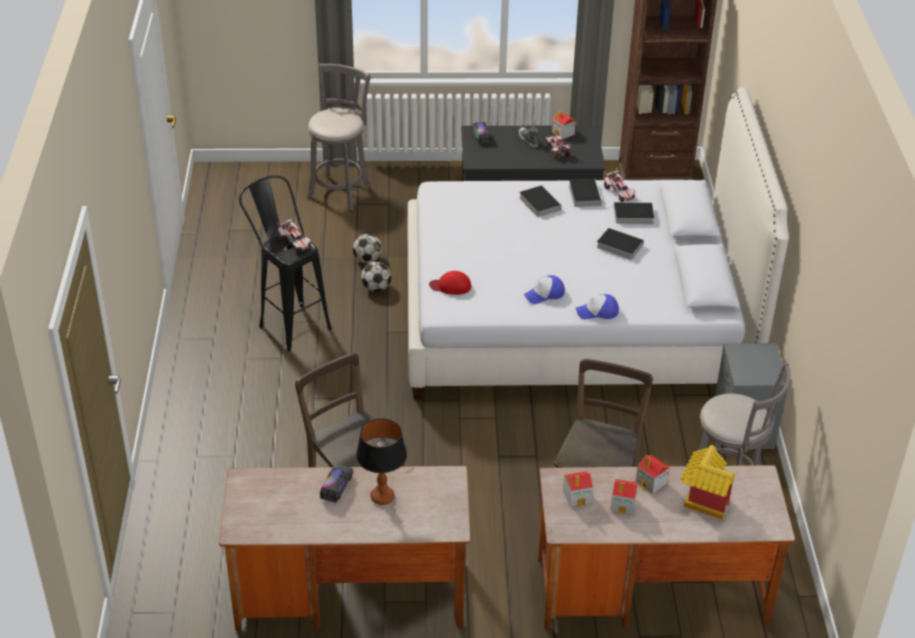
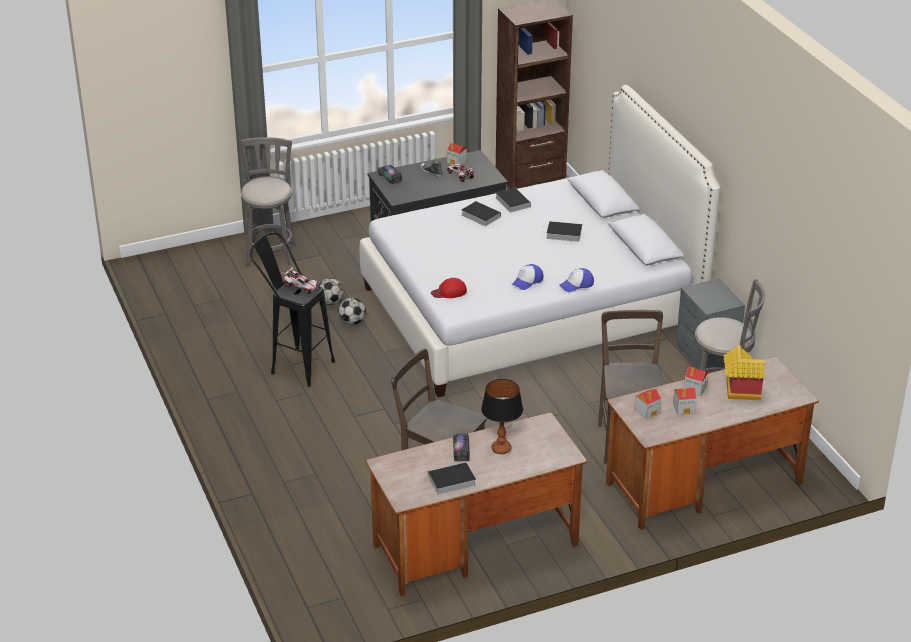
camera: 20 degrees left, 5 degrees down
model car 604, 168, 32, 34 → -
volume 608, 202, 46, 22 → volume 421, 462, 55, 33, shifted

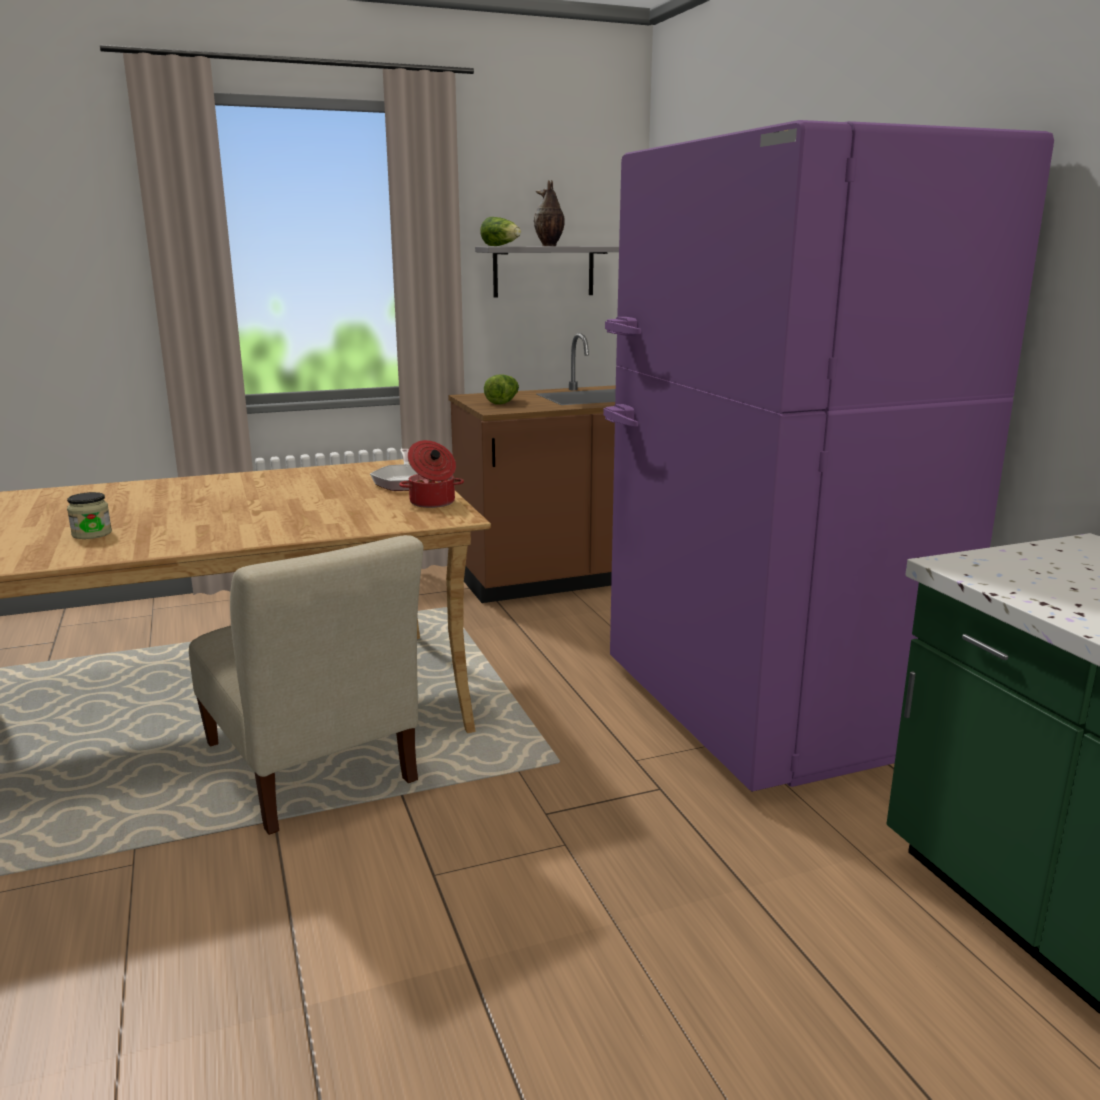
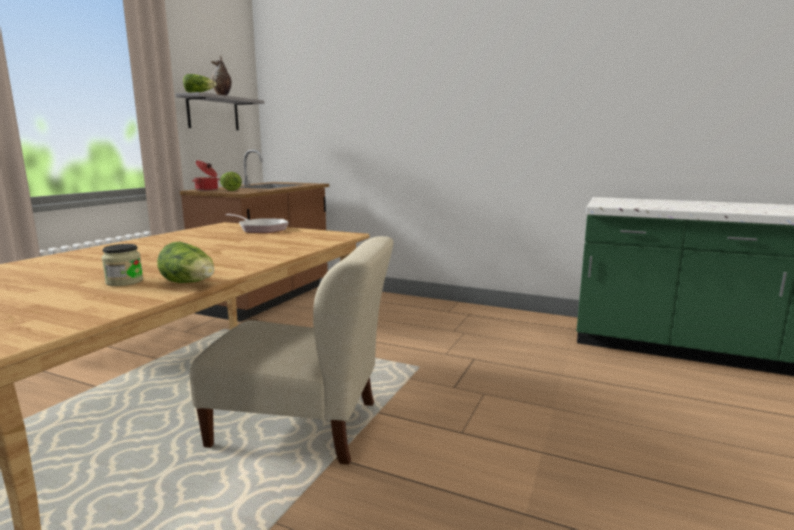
camera: 45 degrees left, 5 degrees down
cooking pot 399, 440, 65, 68 → cooking pot 192, 160, 28, 31, shifted
purple kitchen fridge 603, 120, 451, 672 → -
- → head of lettuce 157, 241, 57, 42

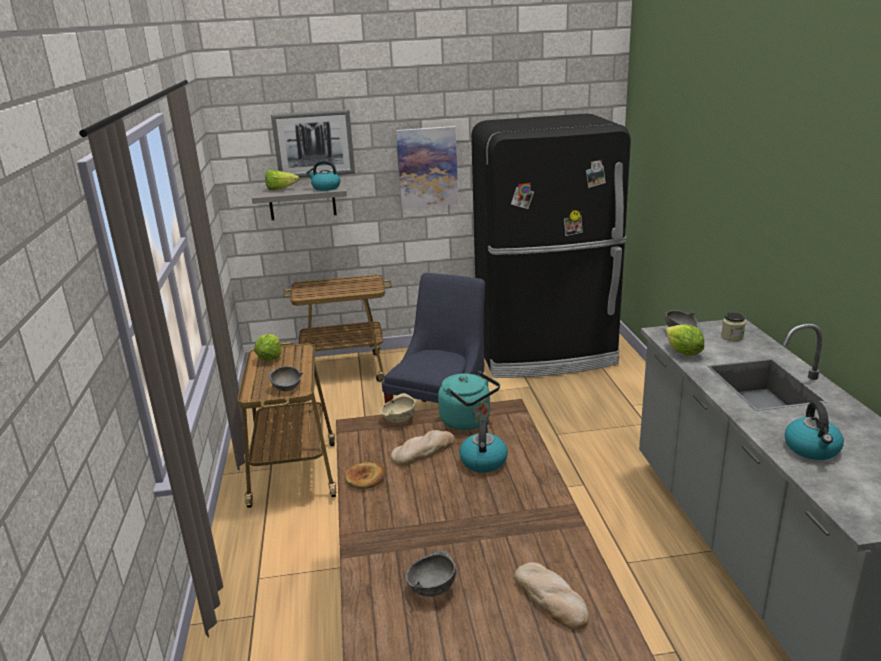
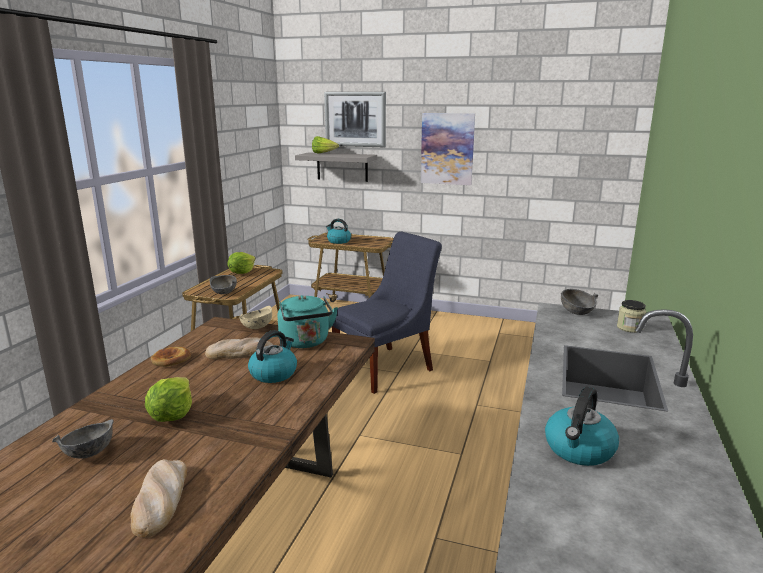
camera: 25 degrees right, 5 degrees down
water kettle 306, 160, 34, 31 → water kettle 326, 219, 25, 25, shifted
black kitchen fridge 471, 113, 160, 265 → -
head of lettuce 666, 324, 38, 32 → head of lettuce 145, 377, 47, 45, shifted

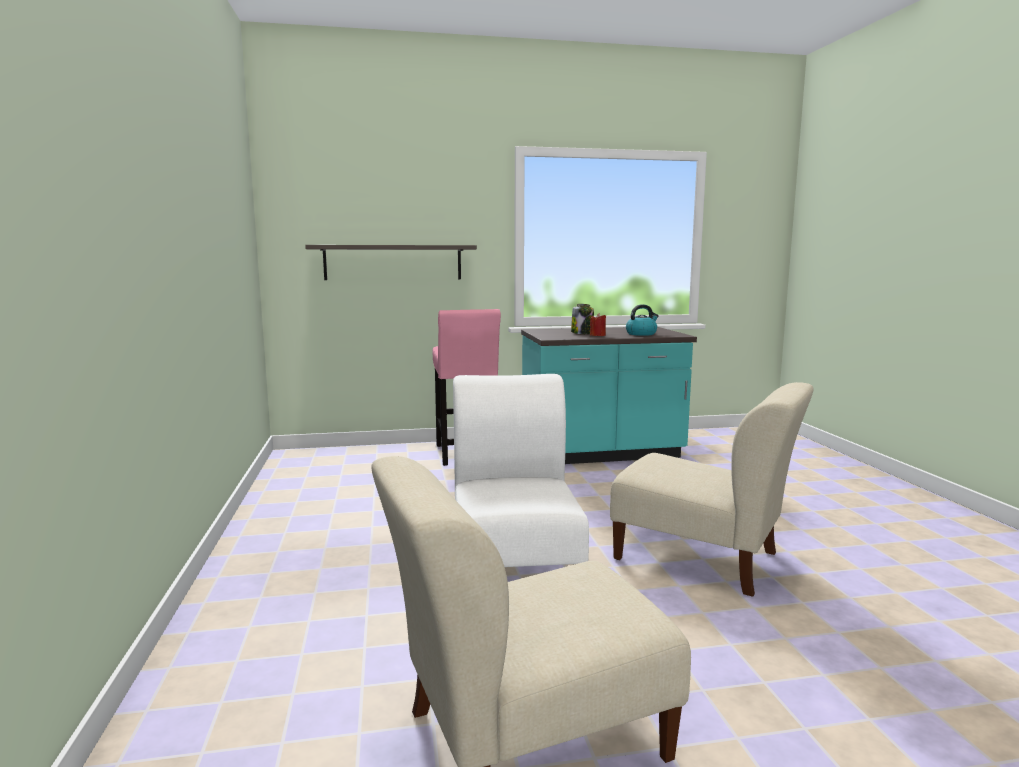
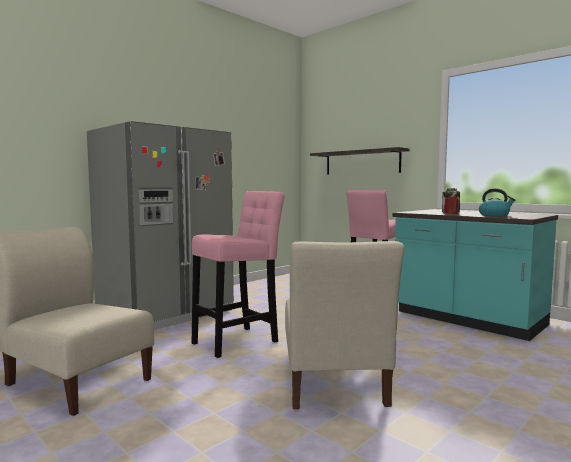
camera: 55 degrees right, 5 degrees down
white-coloured chair 453, 374, 136, 193 → pink stool seat 192, 191, 93, 167
- → greyish kitchen fridge 87, 121, 147, 209

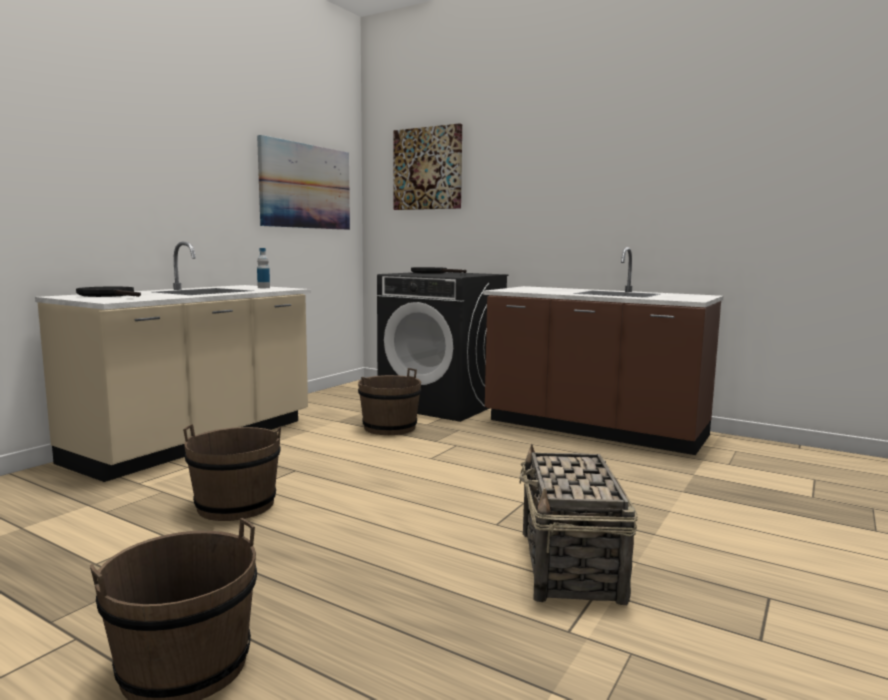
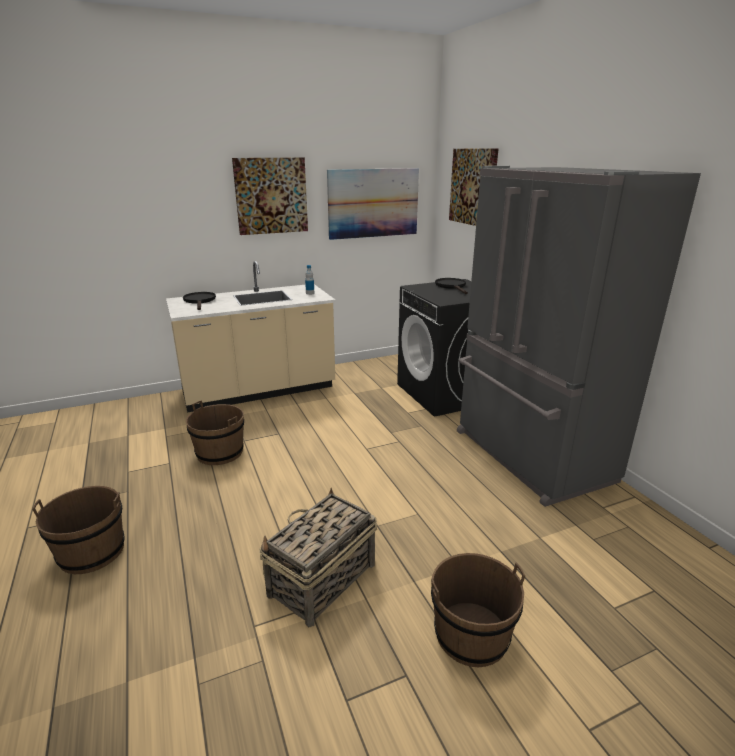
camera: 35 degrees right, 15 degrees up
brown bucket 358, 368, 63, 67 → brown bucket 431, 553, 94, 114, shifted
brown counter 483, 247, 240, 208 → greyish kitchen fridge 457, 166, 244, 341
- → picture 232, 157, 76, 78

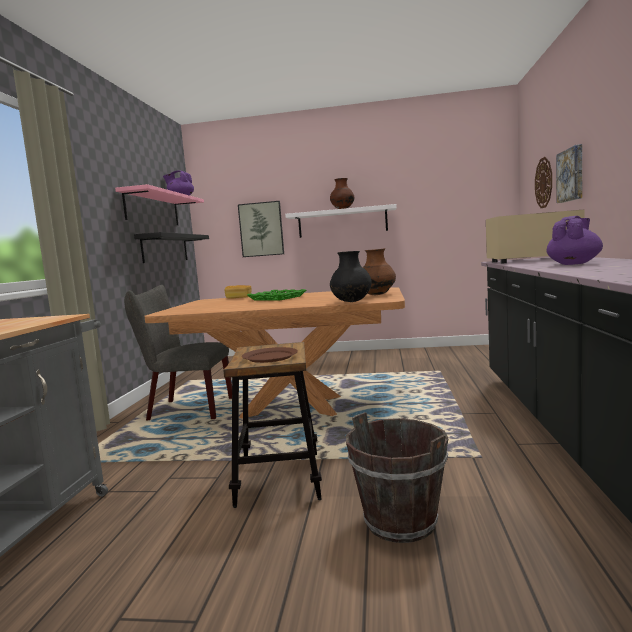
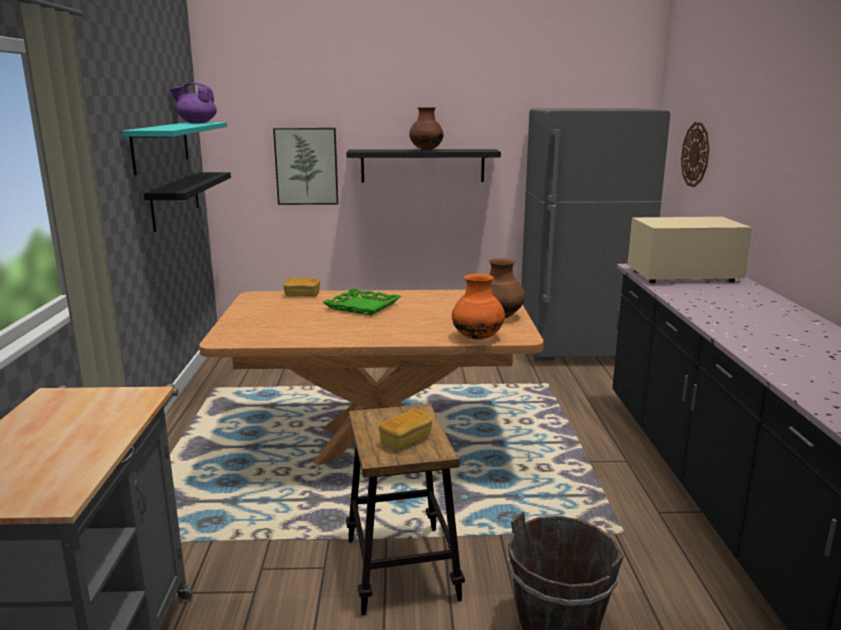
camera: 10 degrees left, 10 degrees up
pink wall shelf 115, 184, 89, 41 → turquoise-coloured wall shelf 122, 122, 105, 53
greyish chair 124, 285, 108, 136 → -
brown plate 242, 347, 56, 16 → baked bread 379, 409, 53, 41
white-coloured wall shelf 285, 204, 112, 34 → black wall shelf 346, 149, 155, 33
black flower vase 330, 251, 42, 51 → orange-coloured flower vase 452, 274, 53, 66
purple teapot 547, 216, 56, 49 → -
picture 556, 144, 26, 59 → -
- → greyish kitchen fridge 521, 108, 149, 253

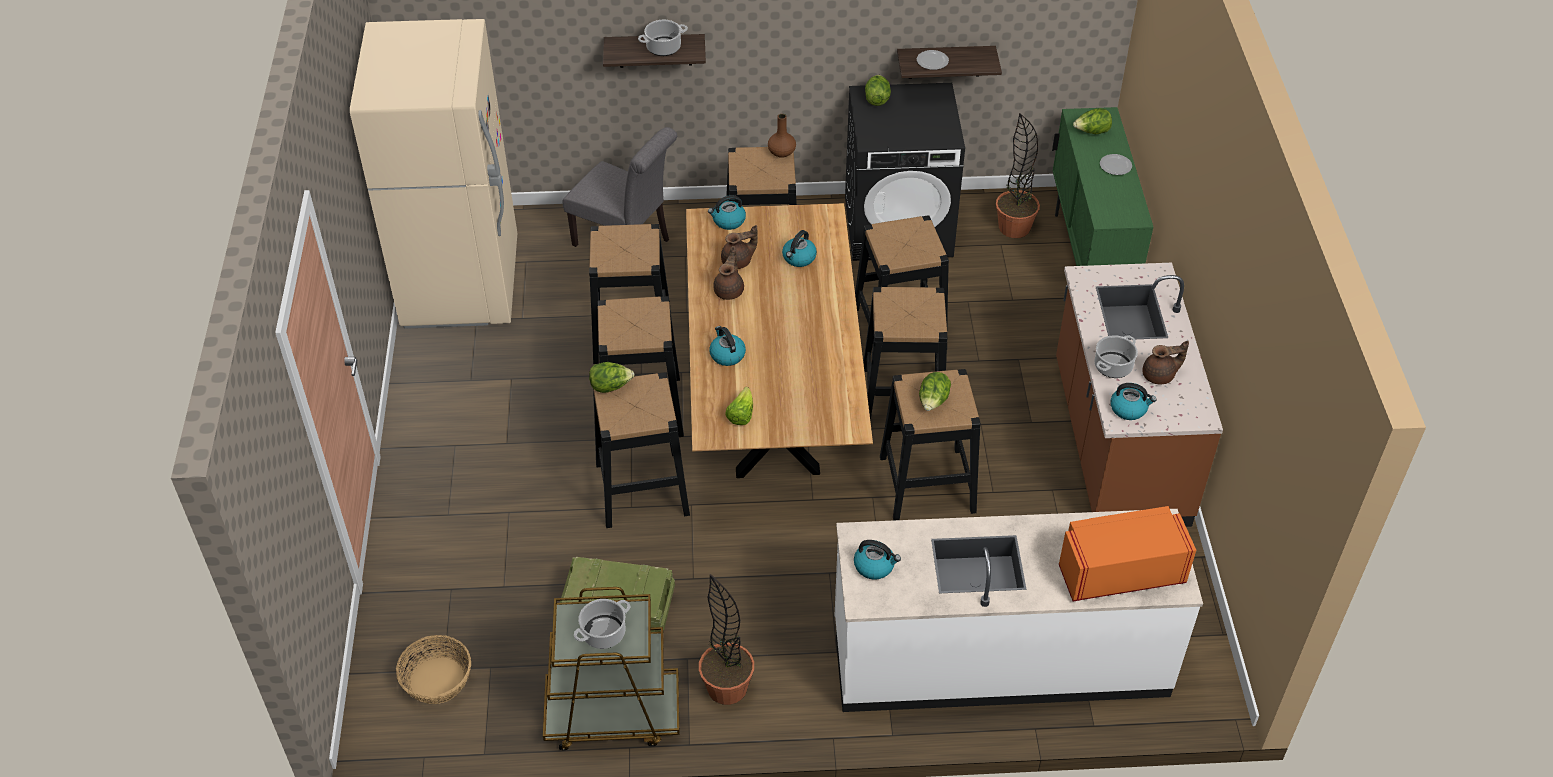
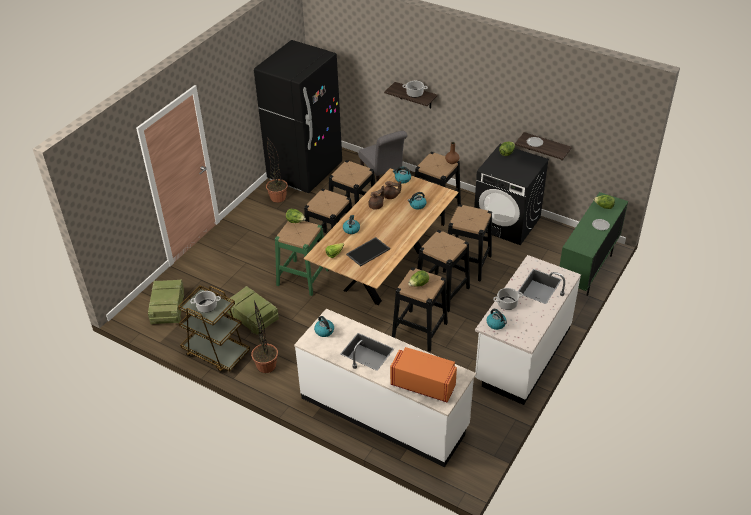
camera: 35 degrees right, 5 degrees down
beige-coloured kitchen fridge 350, 19, 167, 310 → black kitchen fridge 254, 40, 88, 153
household basket 396, 635, 75, 69 → shipping crate 148, 279, 36, 46
black stool seat 593, 372, 97, 156 → green-coloured stool seat 275, 221, 54, 75
houseplant 996, 113, 44, 125 → houseplant 266, 137, 22, 66, shifted
brown counter 1056, 263, 167, 264 → white-coloured counter 475, 255, 106, 150
brown teapot 1142, 341, 47, 43 → -
- → carrying tray 346, 237, 44, 29

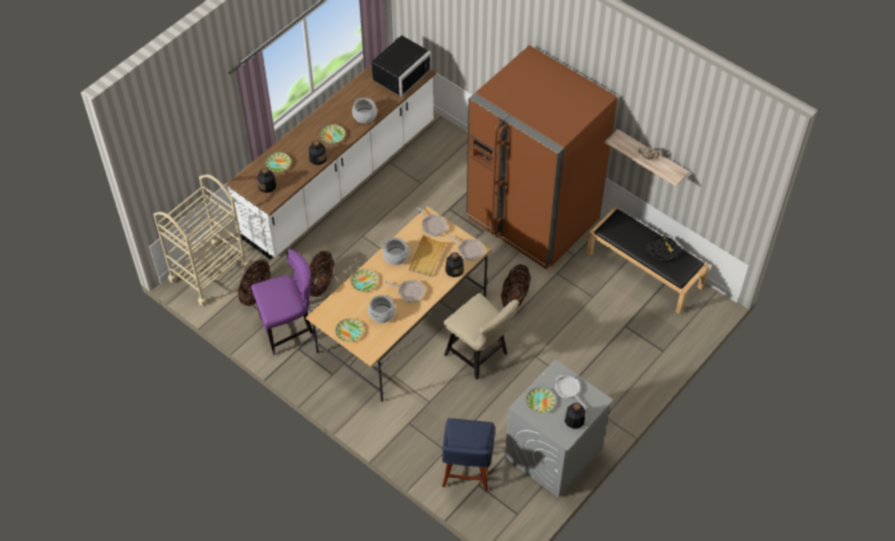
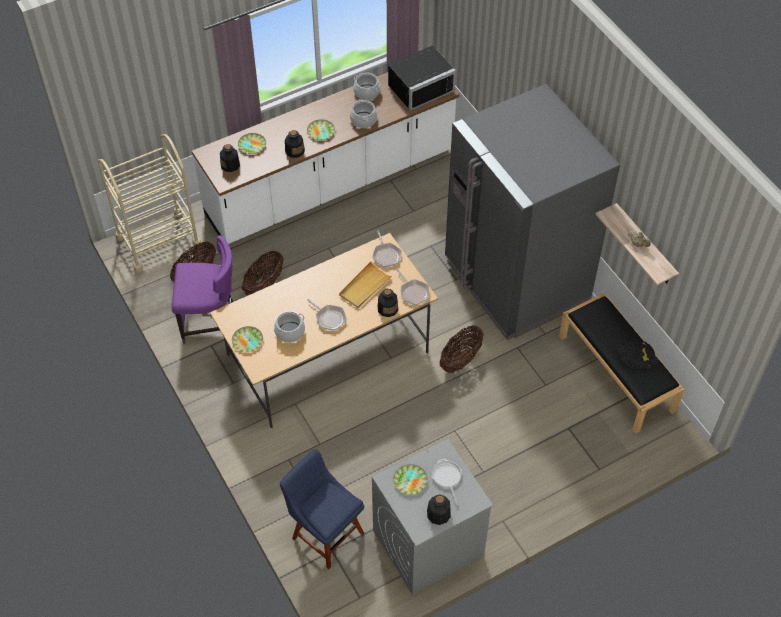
camera: 20 degrees right, 0 degrees up
plate 351, 269, 27, 23 → -
cooking pot 381, 238, 29, 27 → cooking pot 353, 73, 27, 27, shifted
blue chair 442, 418, 53, 74 → blue chair 280, 449, 84, 120, 105 degrees clockwise
beige-coloured chair 443, 293, 76, 86 → -
brown kitchen fridge 467, 45, 151, 225 → greyish kitchen fridge 445, 84, 175, 256

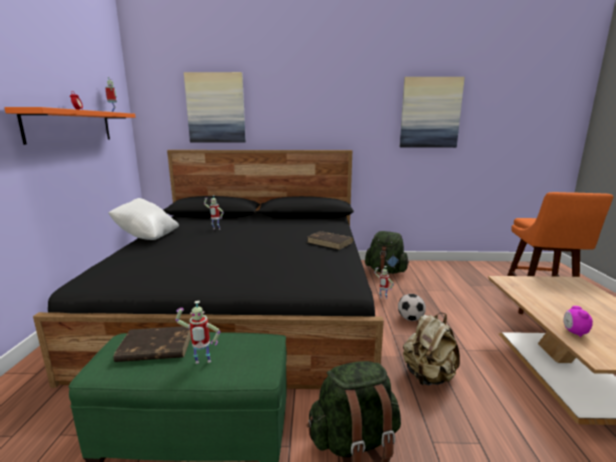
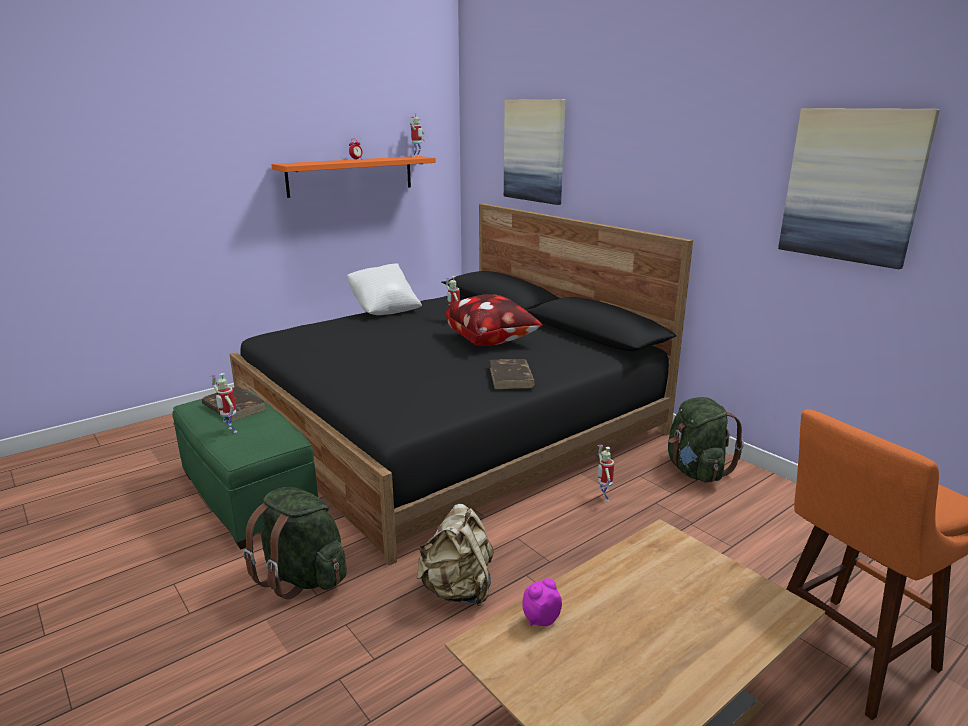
camera: 50 degrees right, 5 degrees up
ball for football 398, 294, 28, 27 → -
- → cushion 446, 294, 96, 52

